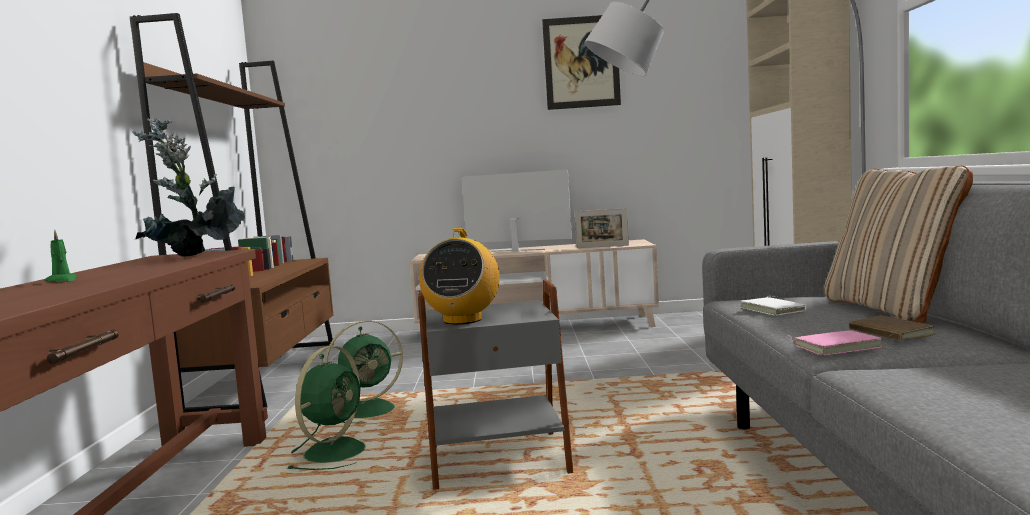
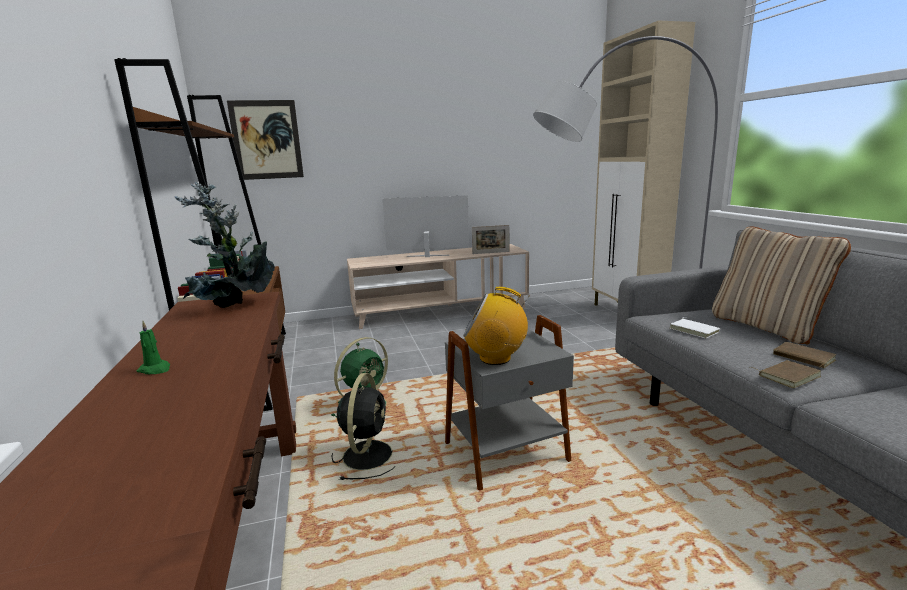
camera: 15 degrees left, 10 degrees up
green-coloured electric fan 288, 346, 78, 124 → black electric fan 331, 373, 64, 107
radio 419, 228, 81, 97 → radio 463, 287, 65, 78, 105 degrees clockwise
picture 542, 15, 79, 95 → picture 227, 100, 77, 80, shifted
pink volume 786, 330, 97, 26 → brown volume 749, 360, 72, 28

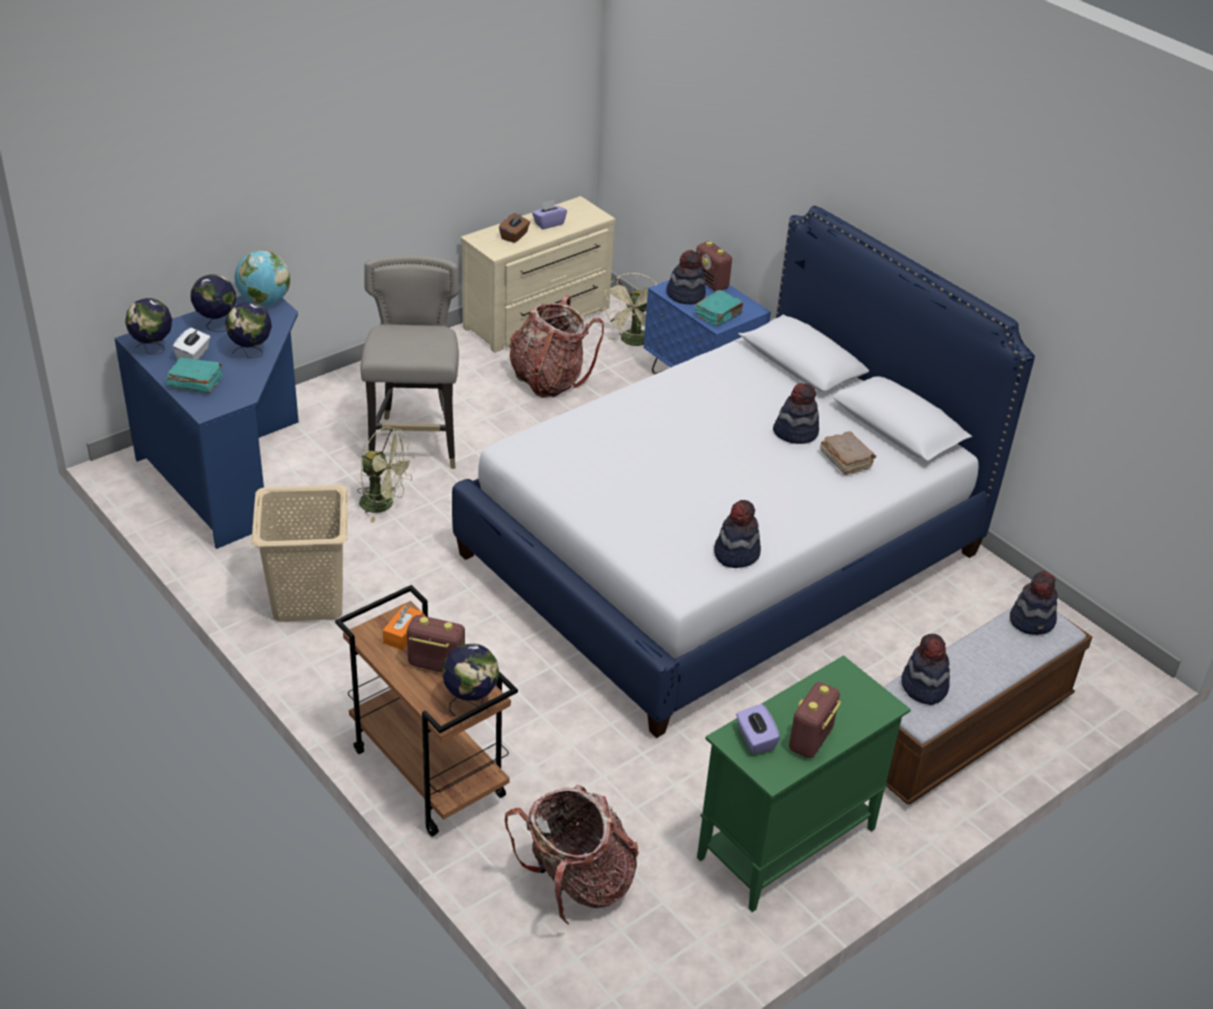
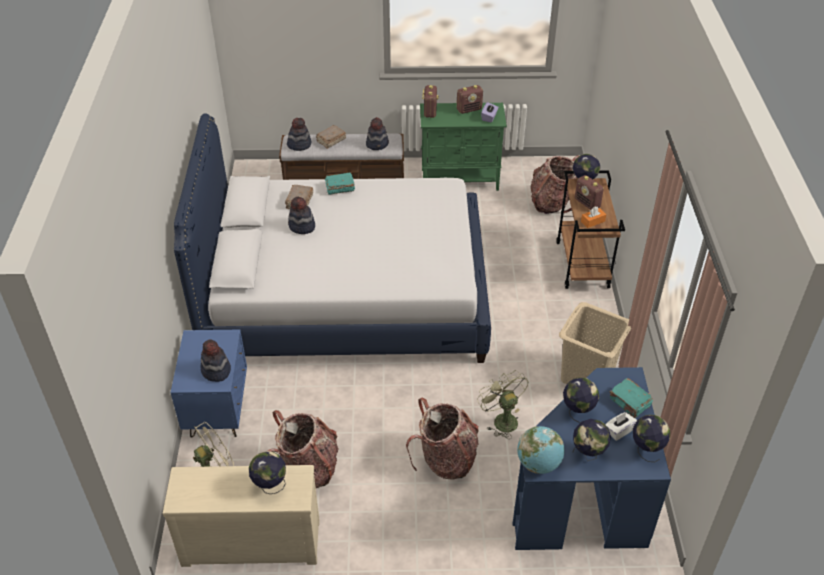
camera: 140 degrees left, 5 degrees up
greyish stool seat 361, 255, 99, 214 → knapsack 406, 398, 73, 81
brown tissue box 499, 213, 31, 30 → desk globe 249, 451, 37, 43
purple tissue box 532, 200, 35, 29 → -
turquoise-coloured volume 695, 290, 48, 36 → turquoise-coloured volume 325, 172, 30, 23, shifted
radio 696, 241, 38, 50 → radio 422, 85, 17, 33, shifted
clothing hat 714, 500, 47, 68 → -
- → brown volume 316, 125, 30, 24

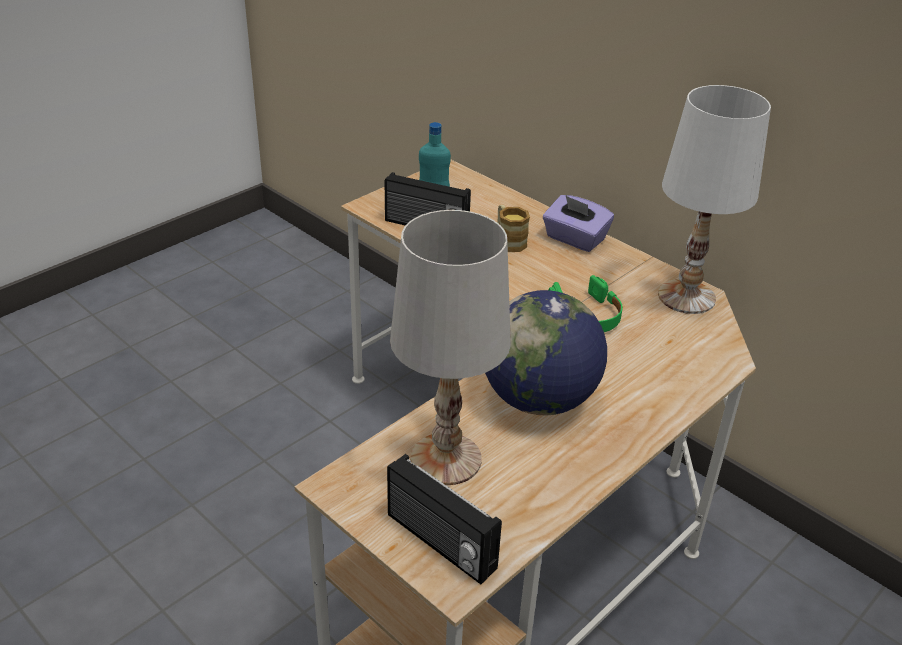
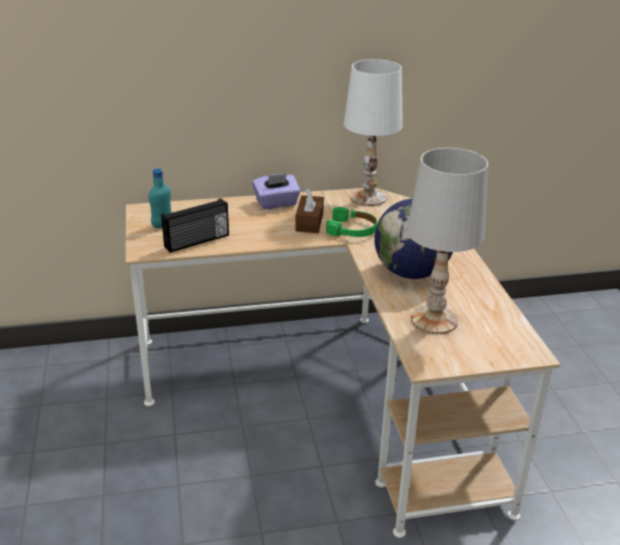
camera: 55 degrees left, 5 degrees down
radio 387, 454, 115, 130 → -
coffee mug 498, 205, 32, 47 → -
- → brown tissue box 295, 188, 29, 45

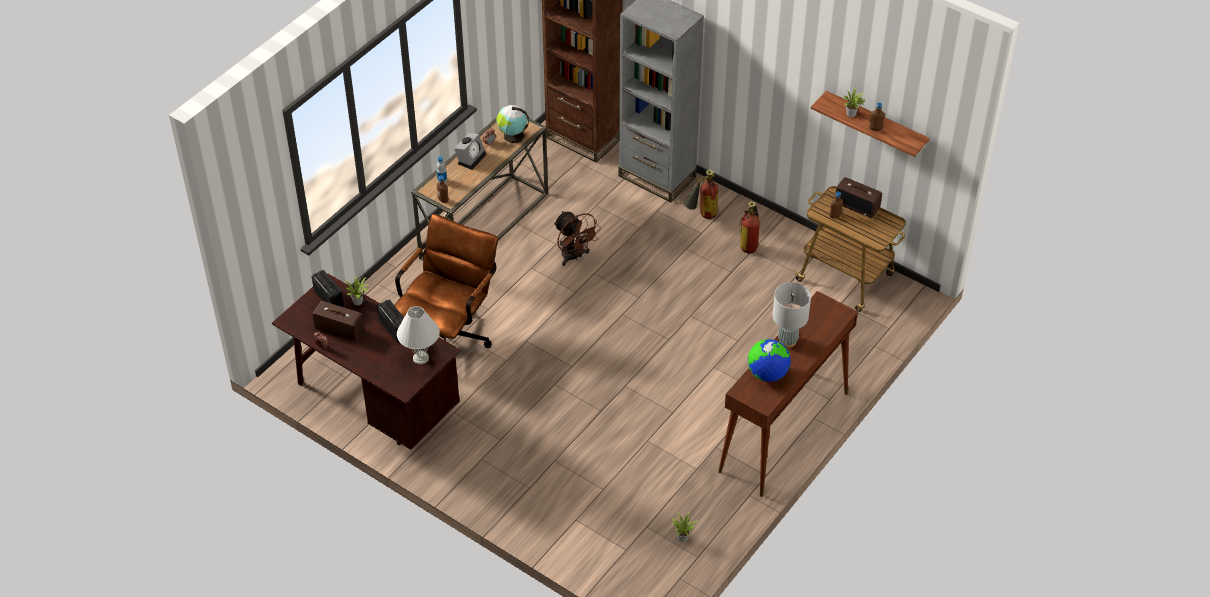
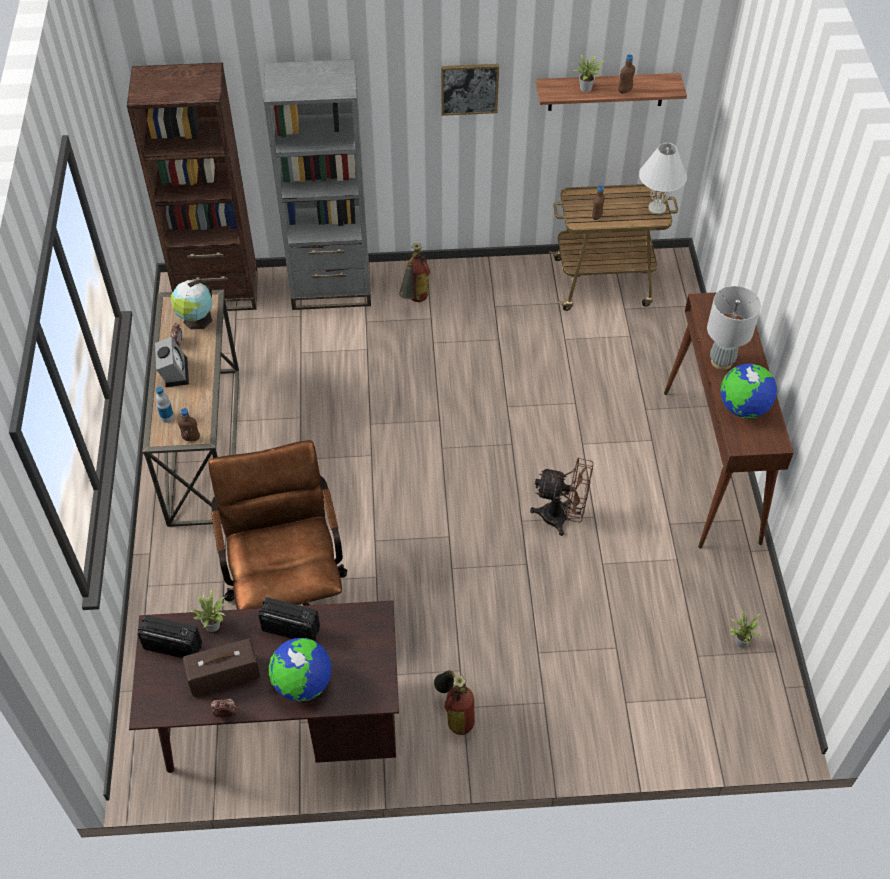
camera: 40 degrees left, 5 degrees up
white-coloured tabletop lamp 397, 306, 43, 58 → white-coloured tabletop lamp 639, 143, 48, 71, shifted
brown electric fan 554, 211, 47, 55 → brown electric fan 530, 458, 63, 78, shifted
extinguisher 739, 201, 21, 52 → extinguisher 434, 670, 41, 65, shifted
radio 835, 177, 47, 41 → -
- → desk globe 269, 638, 62, 63
- → picture 441, 64, 58, 52

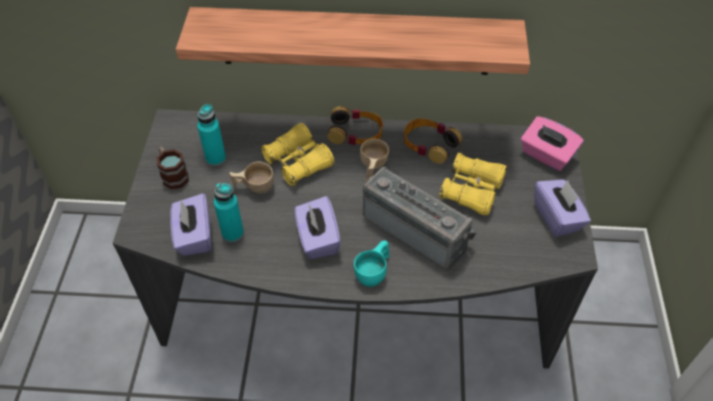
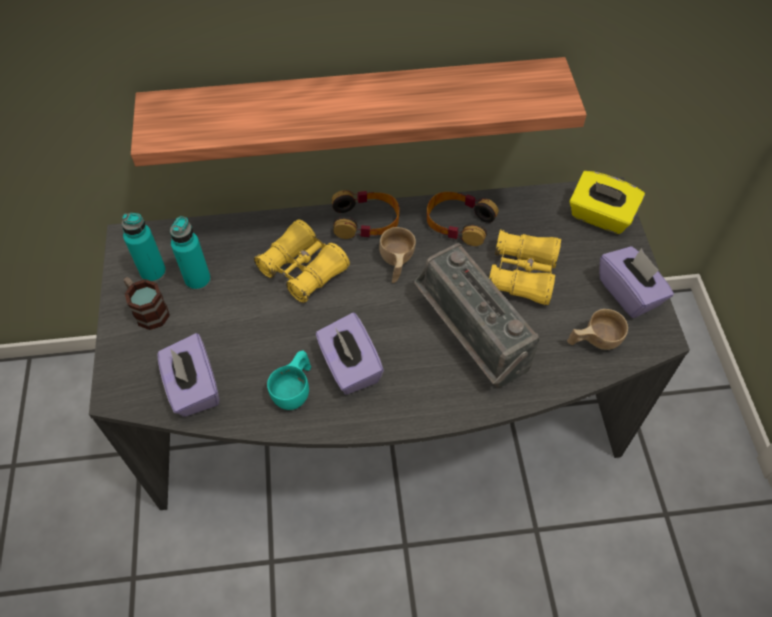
camera: 10 degrees left, 5 degrees up
turquoise-coloured bottle 214, 183, 30, 59 → turquoise-coloured bottle 122, 213, 44, 69, shifted
beige-coloured small cup 229, 161, 45, 33 → beige-coloured small cup 567, 309, 61, 41, shifted
turquoise-coloured small cup 354, 241, 35, 46 → turquoise-coloured small cup 267, 351, 44, 59, shifted
radio 363, 167, 114, 103 → radio 414, 243, 126, 145, 150 degrees counterclockwise
pink tissue box 521, 116, 63, 55 → yellowish tissue box 570, 171, 75, 63

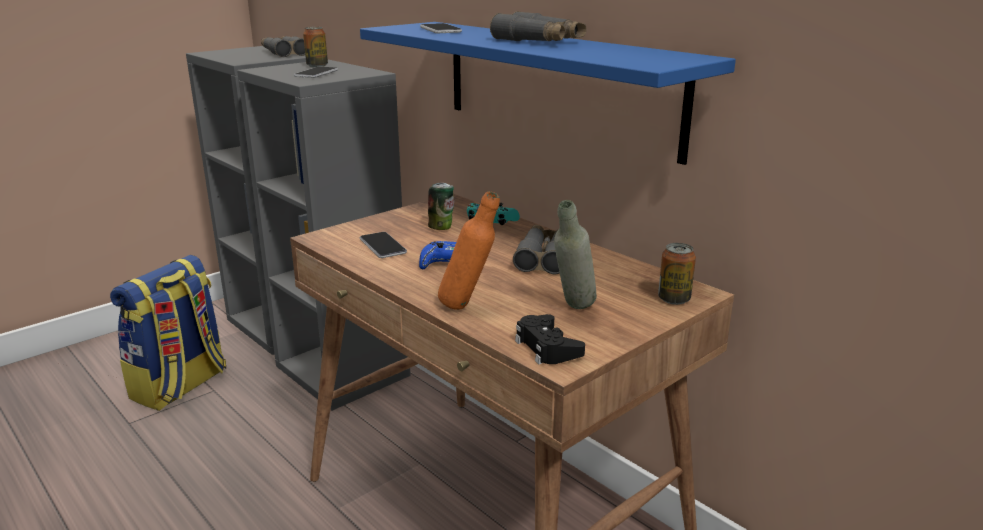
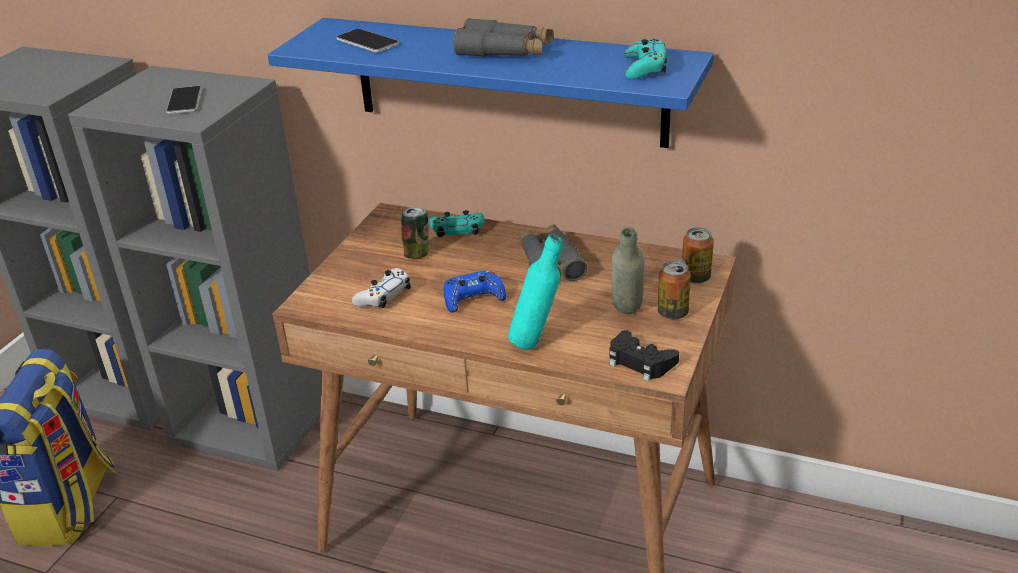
camera: 25 degrees left, 10 degrees up
greyish pair of binoculars 261, 36, 44, 21 → -
sealed can 303, 27, 25, 40 → sealed can 658, 261, 33, 59, shifted
phone 360, 232, 47, 26 → white-coloured gamepad 352, 268, 59, 40
orange-coloured bottle 438, 191, 62, 119 → turquoise-coloured bottle 508, 234, 55, 116
- → turquoise-coloured gamepad 624, 39, 43, 41

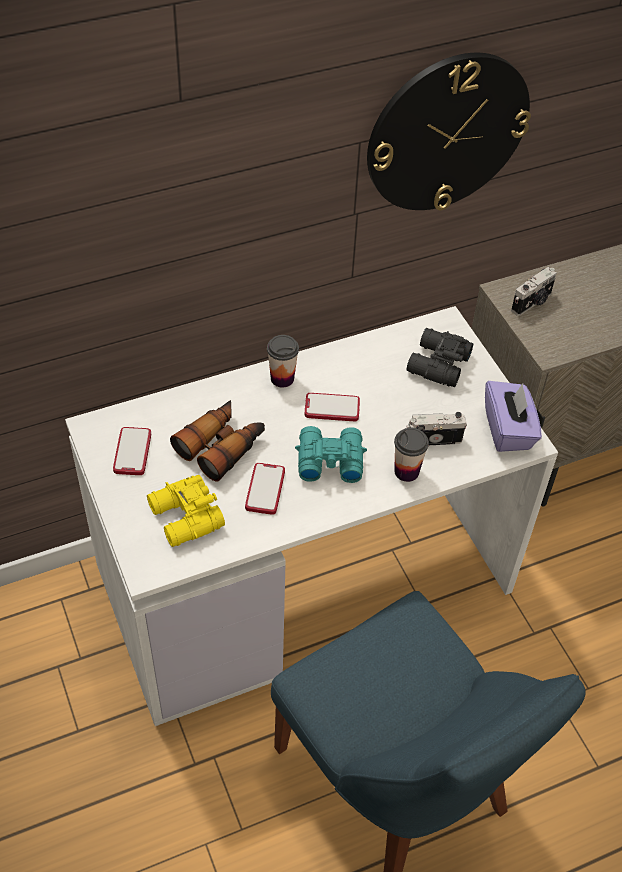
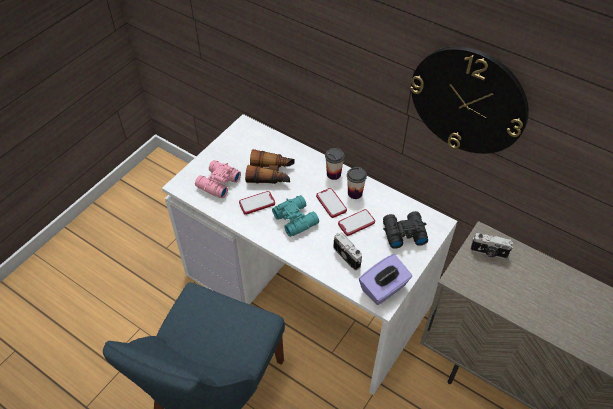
camera: 60 degrees right, 0 degrees up
phone 113, 427, 38, 48 → phone 338, 209, 37, 27, shifted
yellowish pair of binoculars 147, 475, 78, 72 → pink pair of binoculars 195, 160, 46, 38
small cup 394, 428, 35, 54 → small cup 347, 167, 20, 32, shifted

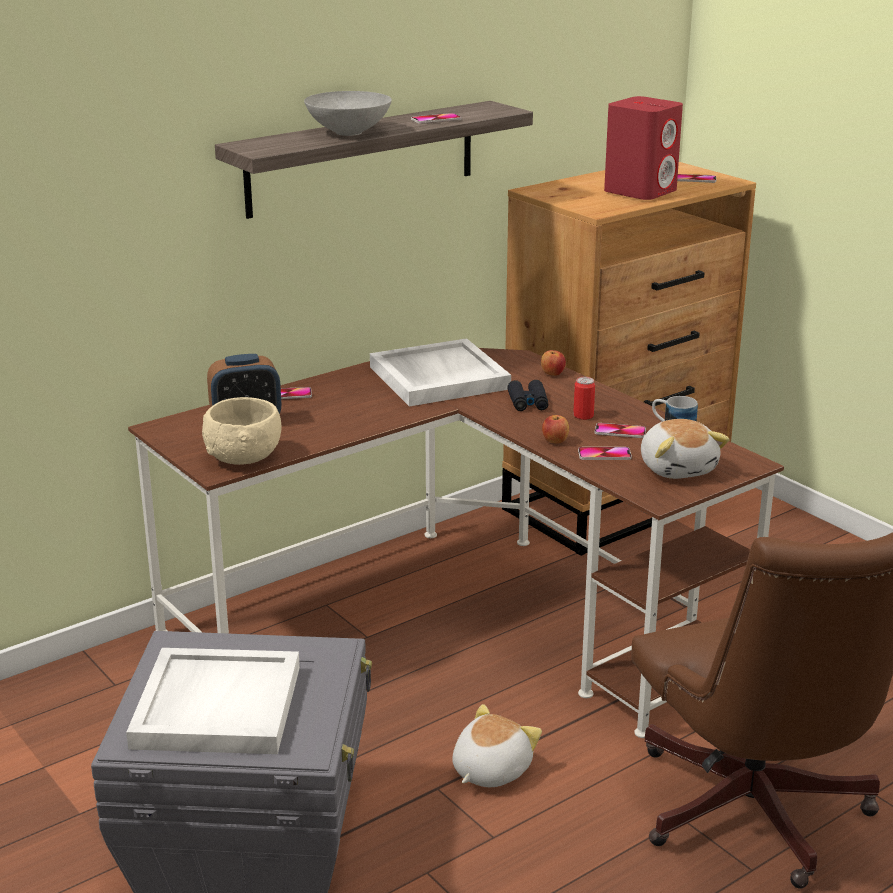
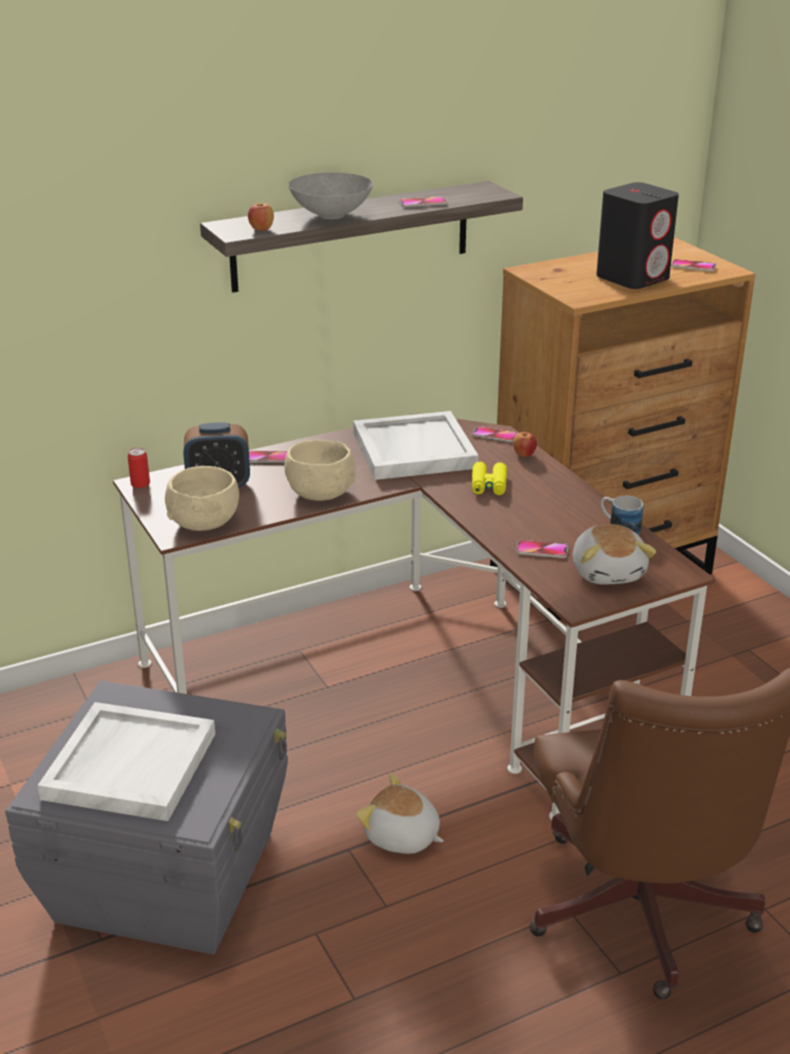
camera: 10 degrees right, 5 degrees up
cuddly toy 452, 704, 90, 83 → cuddly toy 356, 774, 88, 80, 105 degrees counterclockwise
black pair of binoculars 507, 380, 42, 31 → yellowish pair of binoculars 472, 462, 35, 33
apple fruit 542, 415, 27, 28 → apple fruit 248, 203, 26, 28, shifted
sealed can 573, 377, 22, 43 → sealed can 128, 447, 22, 41, shifted
phone 595, 423, 51, 15 → phone 472, 426, 46, 16, shifted
reddish loudspeaker 604, 96, 79, 104 → black loudspeaker 596, 182, 83, 107
- → beige-coloured serving bowl 284, 440, 72, 61

